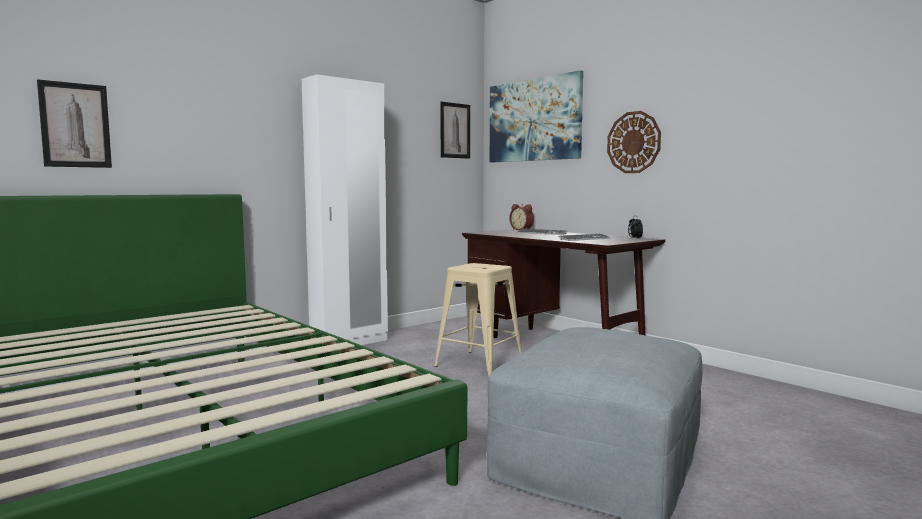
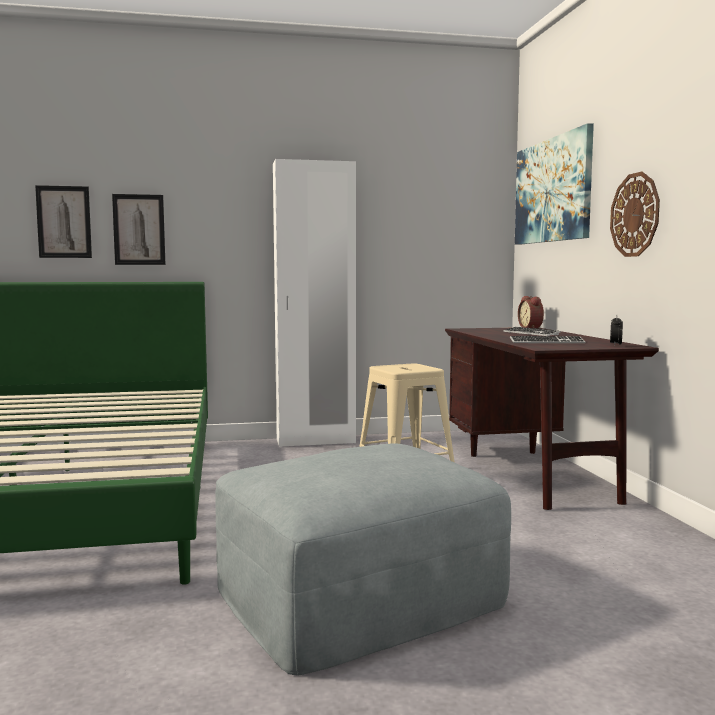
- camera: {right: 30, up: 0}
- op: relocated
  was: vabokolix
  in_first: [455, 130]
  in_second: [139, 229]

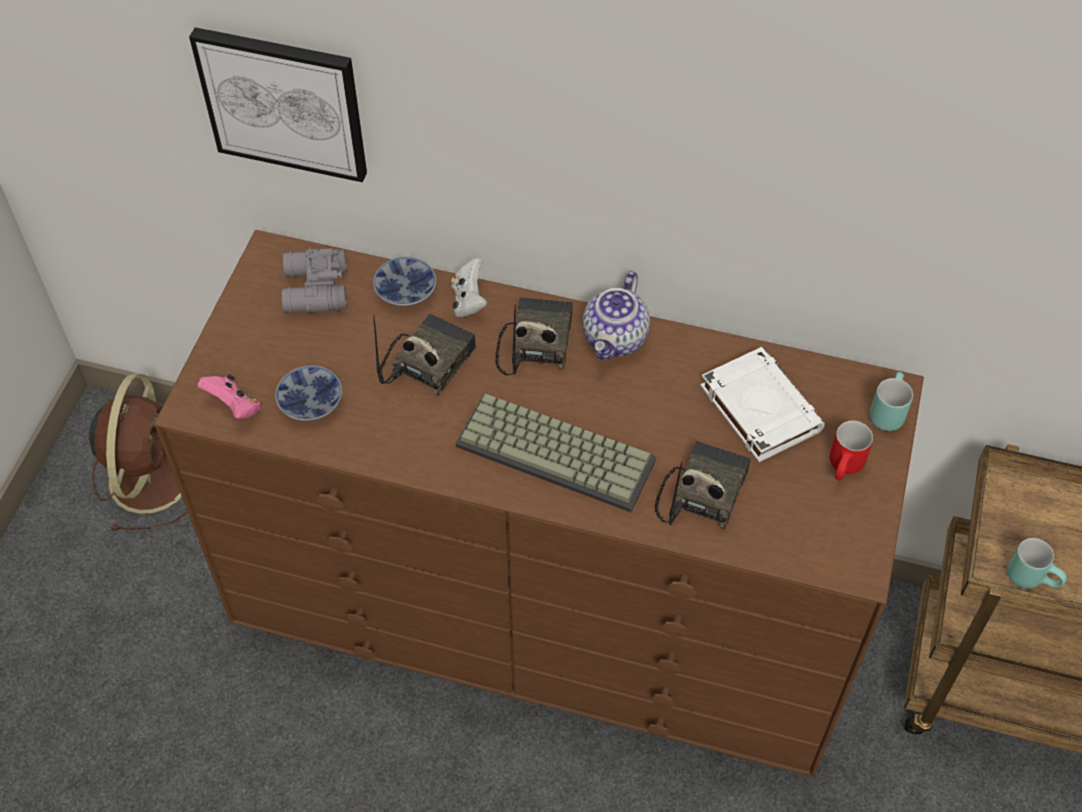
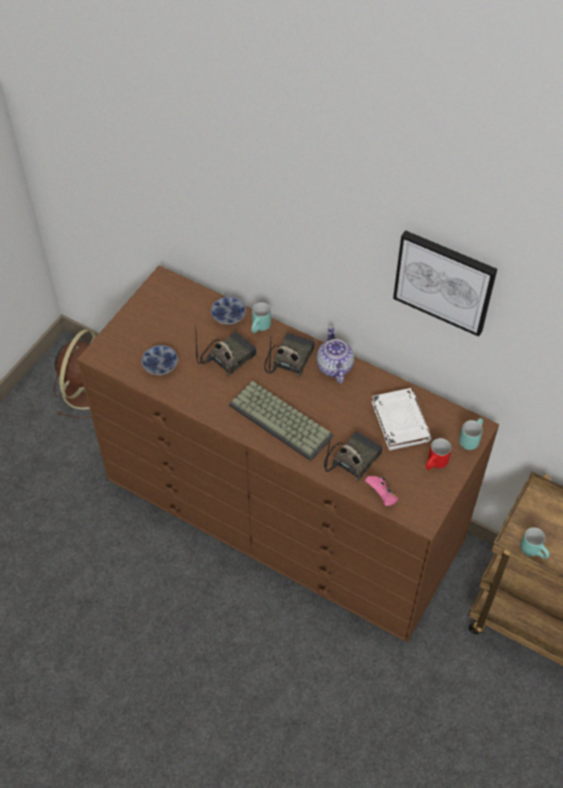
- camera: {right: 15, up: 0}
- op: exchanged
  was: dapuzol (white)
  now: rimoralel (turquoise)
  in_first: [469, 300]
  in_second: [260, 328]
- op: spun
  was: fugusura
  in_first: [615, 339]
  in_second: [334, 366]
  clockwise: 135
- op: relocated
  was: dapuzol (pink)
  in_first: [234, 407]
  in_second: [382, 496]
- op: relocated
  was: vabokolix
  in_first: [284, 102]
  in_second: [444, 281]
- op: missing
  was: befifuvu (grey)
  in_first: [314, 290]

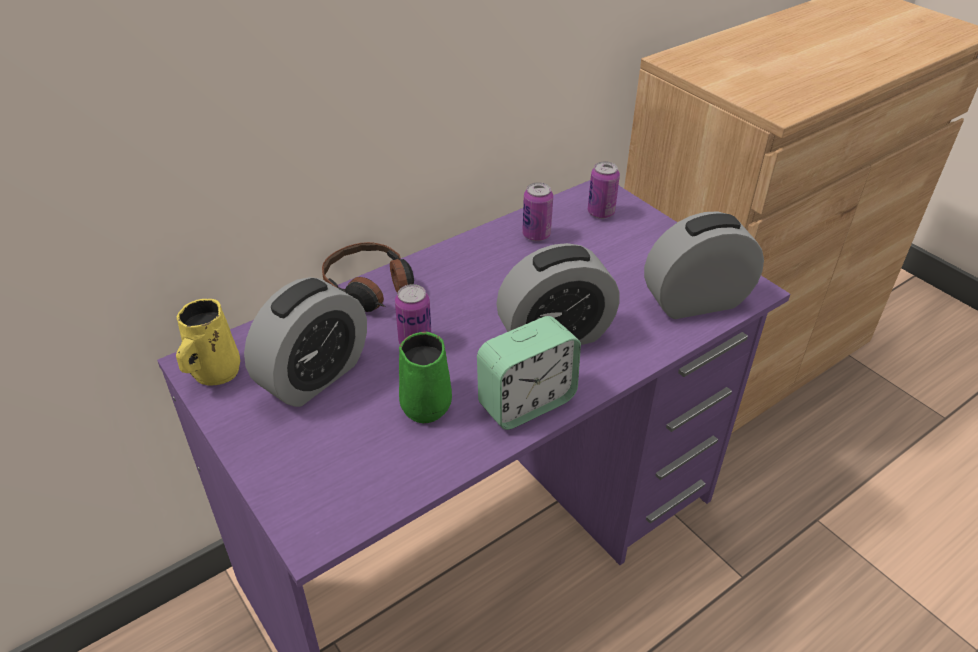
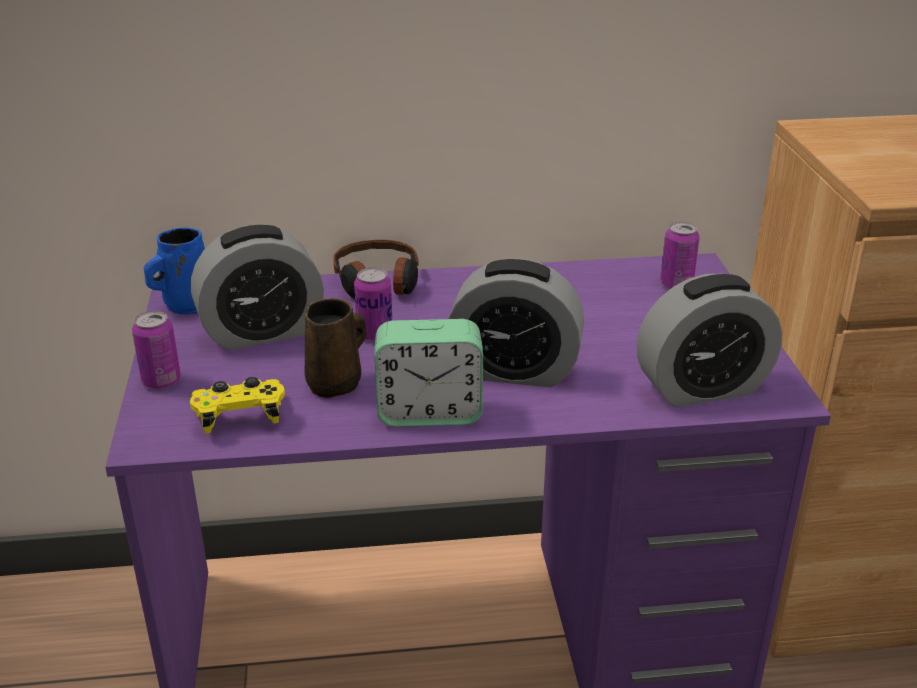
- camera: {right: 30, up: -10}
- op: relocated
  was: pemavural
  in_first: [536, 235]
  in_second: [161, 381]
- op: colour
  was: rimoralel (yellow)
  now: rimoralel (blue)
  in_first: [214, 373]
  in_second: [186, 305]
- op: appeared
  now: dapuzol (yellow)
  in_second: [240, 417]
- op: colour
  was: rimoralel (green)
  now: rimoralel (brown)
  in_first: [427, 404]
  in_second: [336, 383]
- op: spun
  was: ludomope
  in_first: [695, 302]
  in_second: [702, 388]
  clockwise: 150

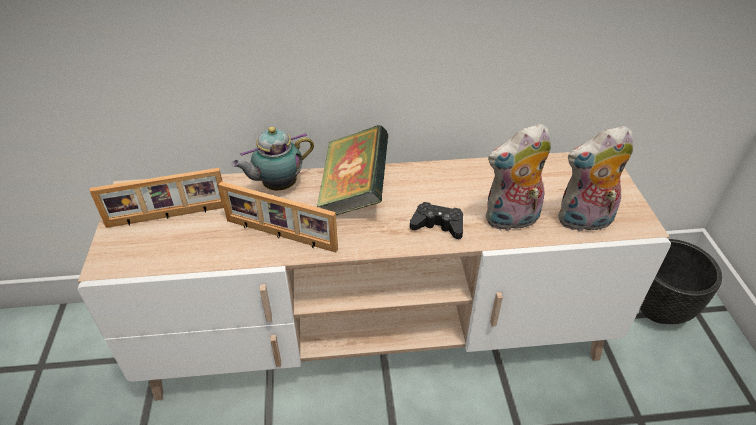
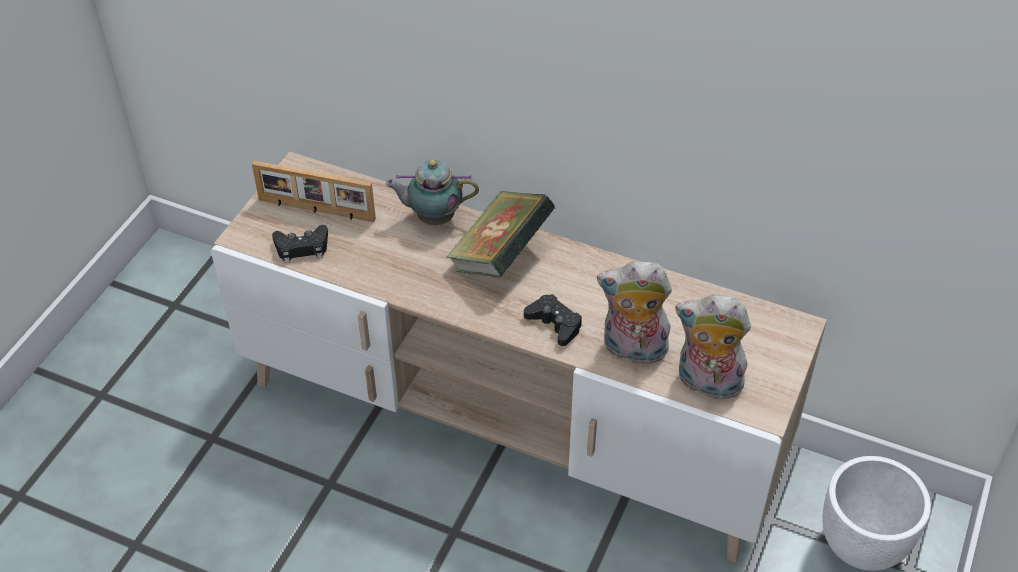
- camera: {right: 30, up: 5}
- op: appeared
  now: dapuzol (black)
  in_second: [302, 248]
- op: colour
  was: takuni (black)
  now: takuni (white)
  in_first: [658, 308]
  in_second: [862, 545]
- op: missing
  was: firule
  in_first: [280, 236]

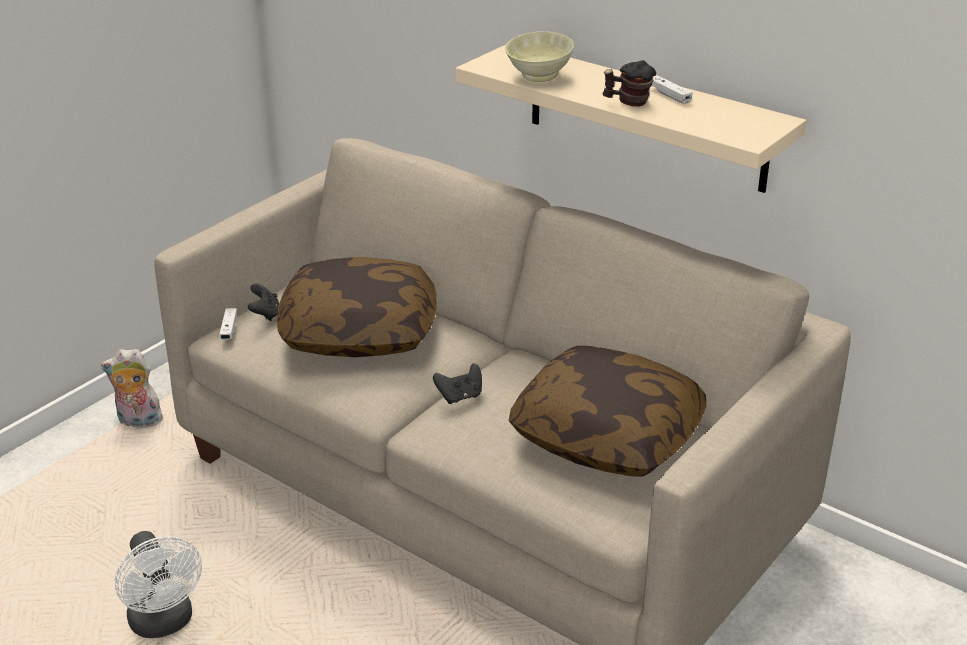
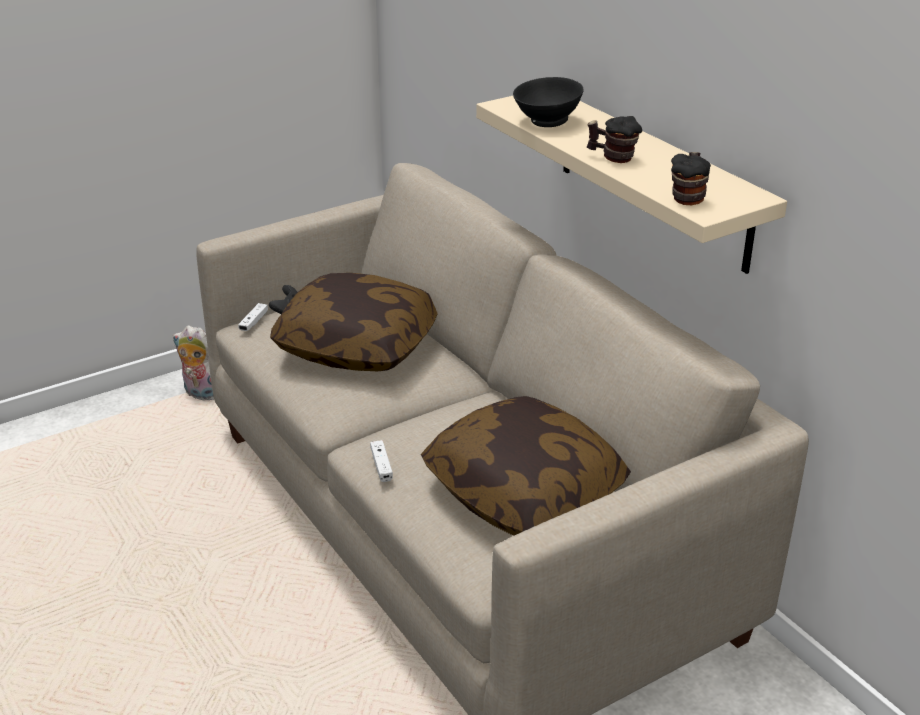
- camera: {right: 20, up: 0}
- op: relocated
  was: dapuzol (white)
  in_first: [669, 95]
  in_second: [381, 466]
- op: colour
  was: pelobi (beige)
  now: pelobi (black)
  in_first: [537, 76]
  in_second: [546, 121]
- op: appeared
  now: rimoralel
  in_second: [688, 197]
- op: missing
  was: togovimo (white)
  in_first: [164, 624]
- op: missing
  was: dapuzol (black)
  in_first: [460, 397]

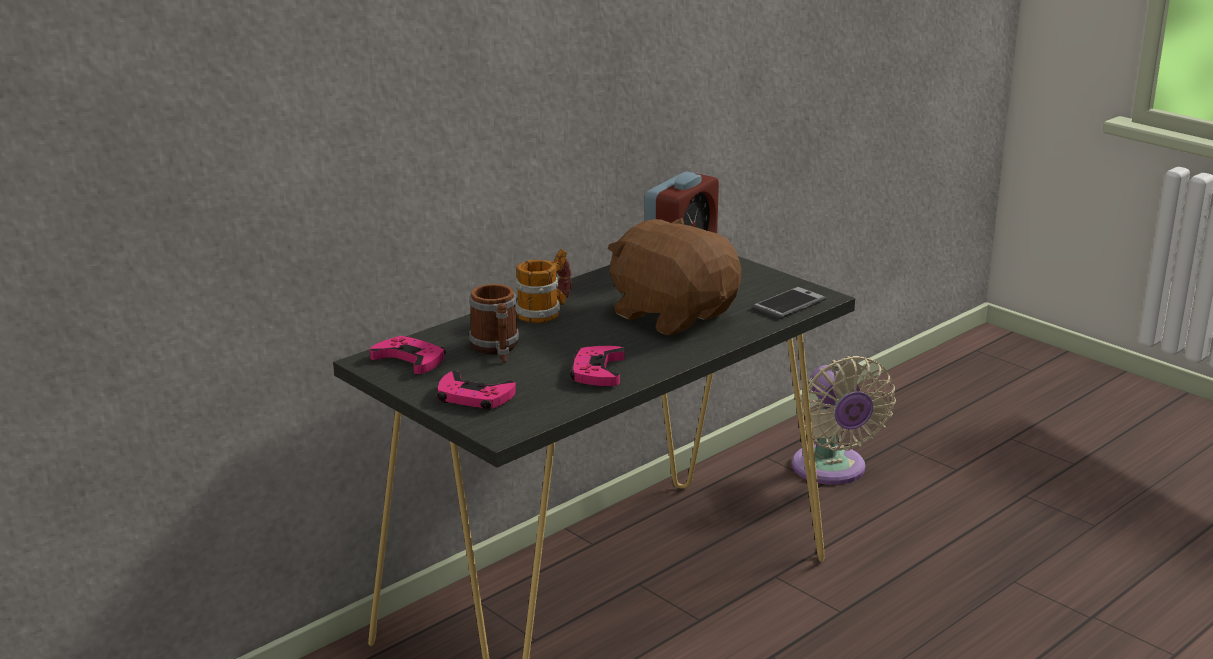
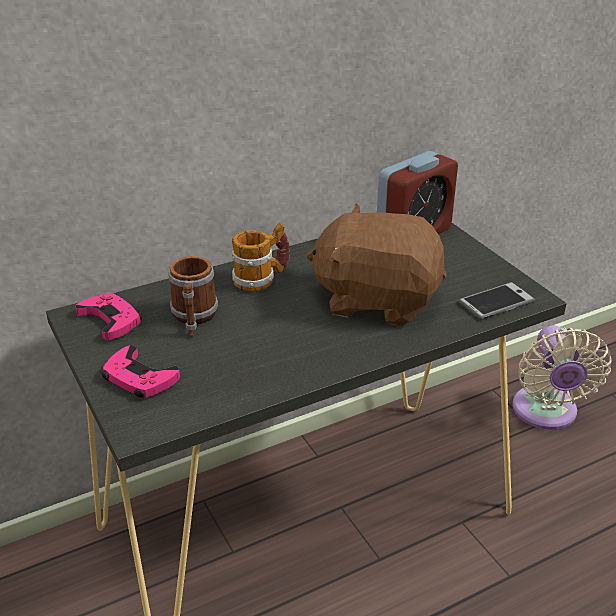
- camera: {right: 15, up: 10}
- op: spun
  was: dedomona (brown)
  in_first: [672, 315]
  in_second: [377, 299]
  clockwise: -45
- op: missing
  was: dapuzol (pink)
  in_first: [597, 372]

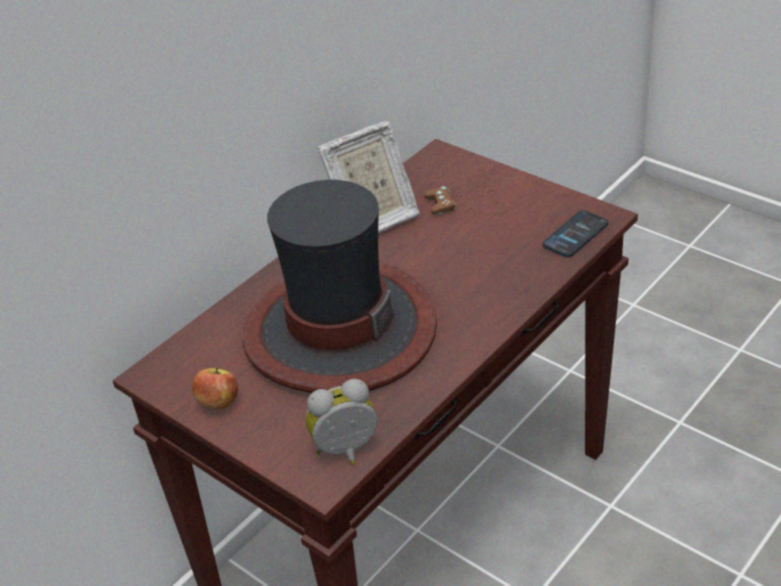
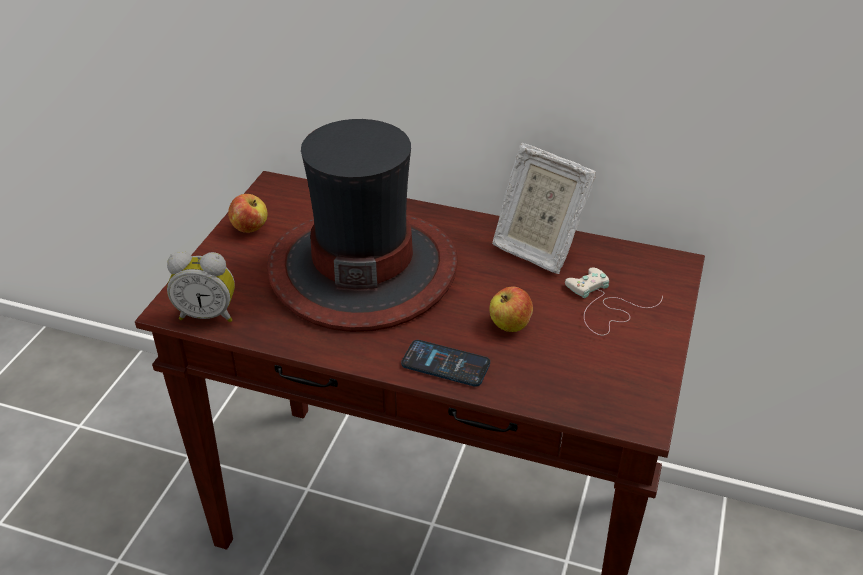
- camera: {right: 65, up: 0}
- op: spun
  was: ludomope
  in_first: [347, 452]
  in_second: [208, 314]
  clockwise: 135
- op: relocated
  was: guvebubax
  in_first: [575, 235]
  in_second: [445, 364]
- op: appeared
  now: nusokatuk
  in_second: [510, 325]
- op: colour
  was: dapuzol (brown)
  now: dapuzol (white)
  in_first: [470, 202]
  in_second: [604, 306]

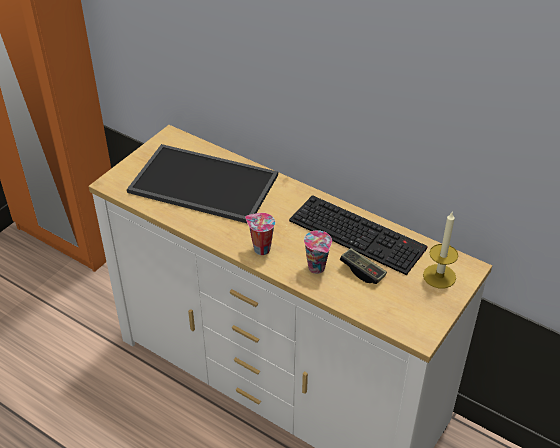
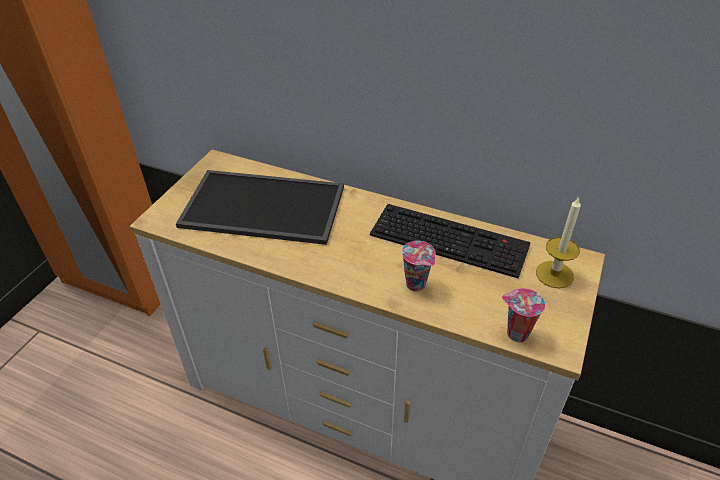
- camera: {right: -10, up: 0}
- op: relocated
  was: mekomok
  in_first: [260, 249]
  in_second: [515, 334]
- op: missing
  was: dapuzol
  in_first: [362, 271]

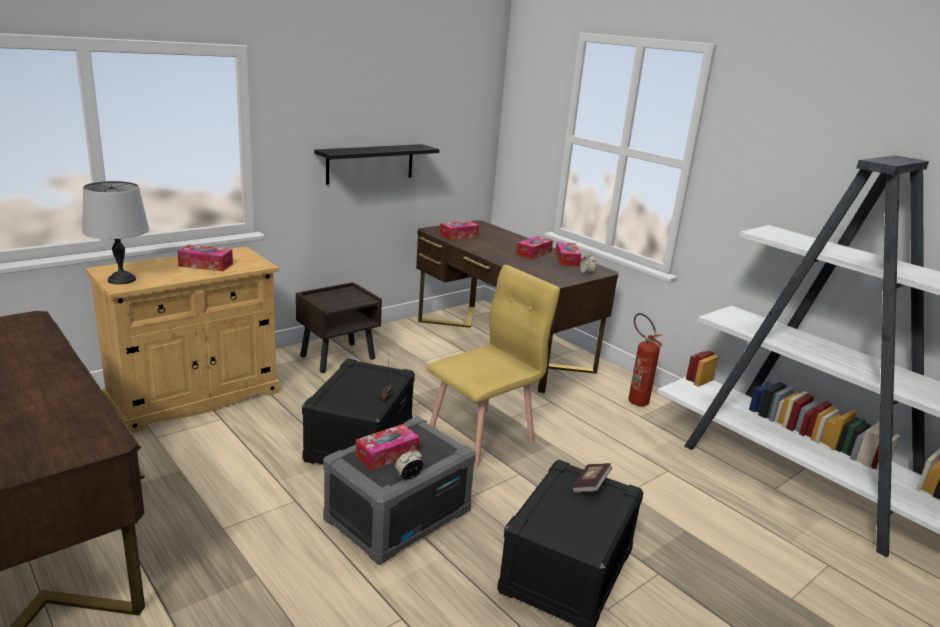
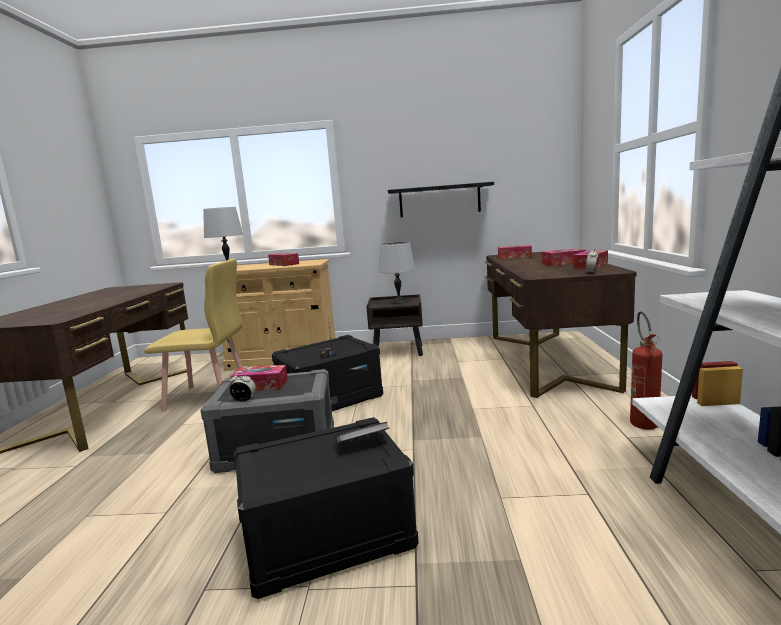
- camera: {right: 45, up: -10}
- op: relocated
  was: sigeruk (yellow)
  in_first: [482, 436]
  in_second: [208, 397]
- op: appeared
  now: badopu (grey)
  in_second: [399, 302]

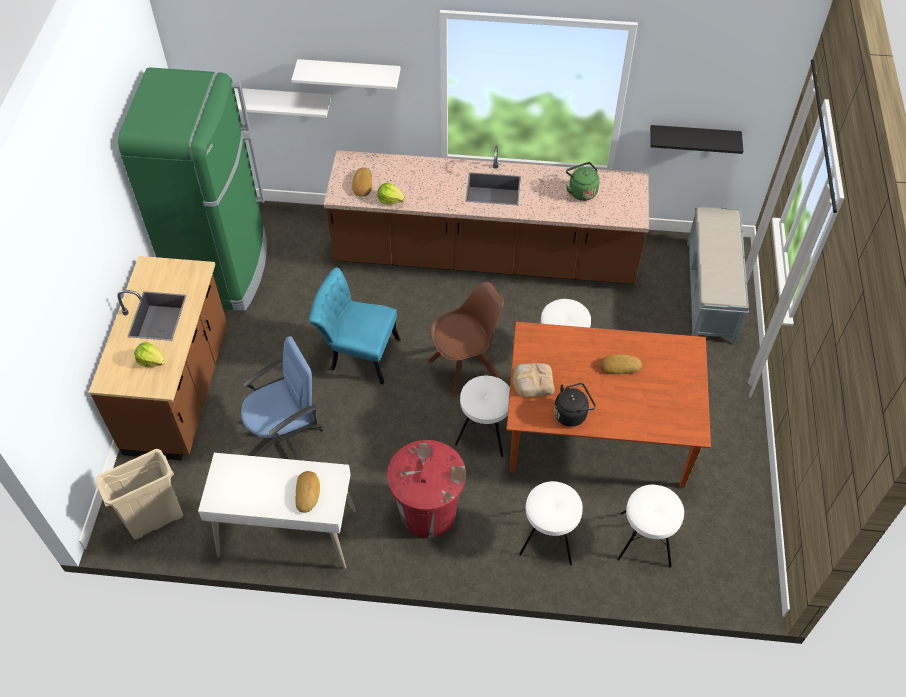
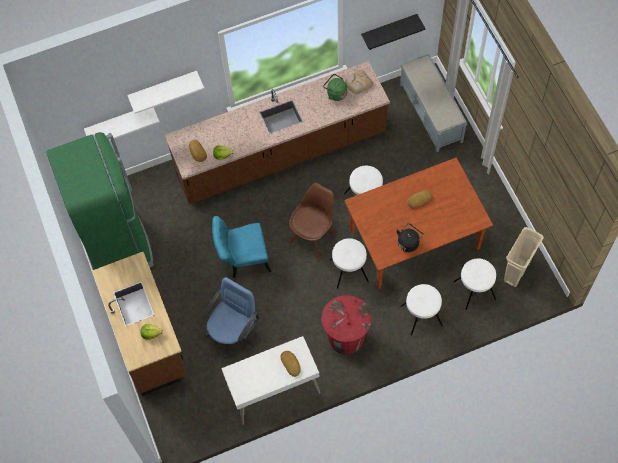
- camera: {right: -25, up: 10}
- op: relocated
  was: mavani
  in_first: [532, 381]
  in_second: [358, 83]
- op: relocated
  was: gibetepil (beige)
  in_first: [156, 520]
  in_second: [516, 271]

